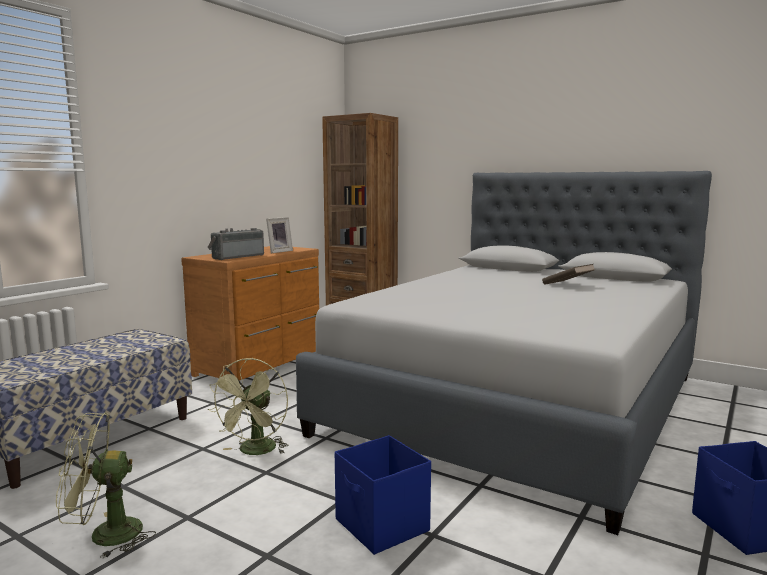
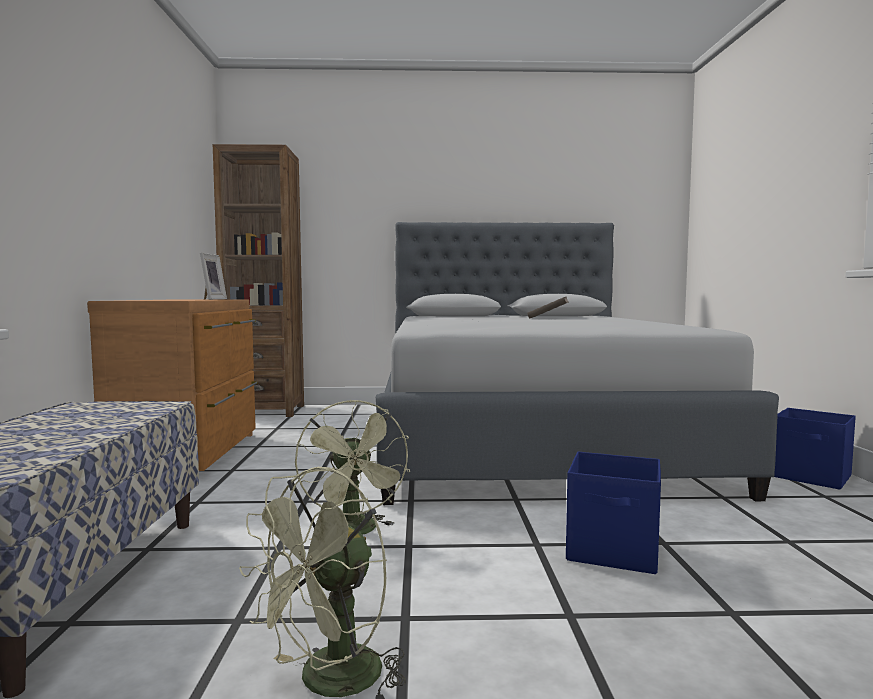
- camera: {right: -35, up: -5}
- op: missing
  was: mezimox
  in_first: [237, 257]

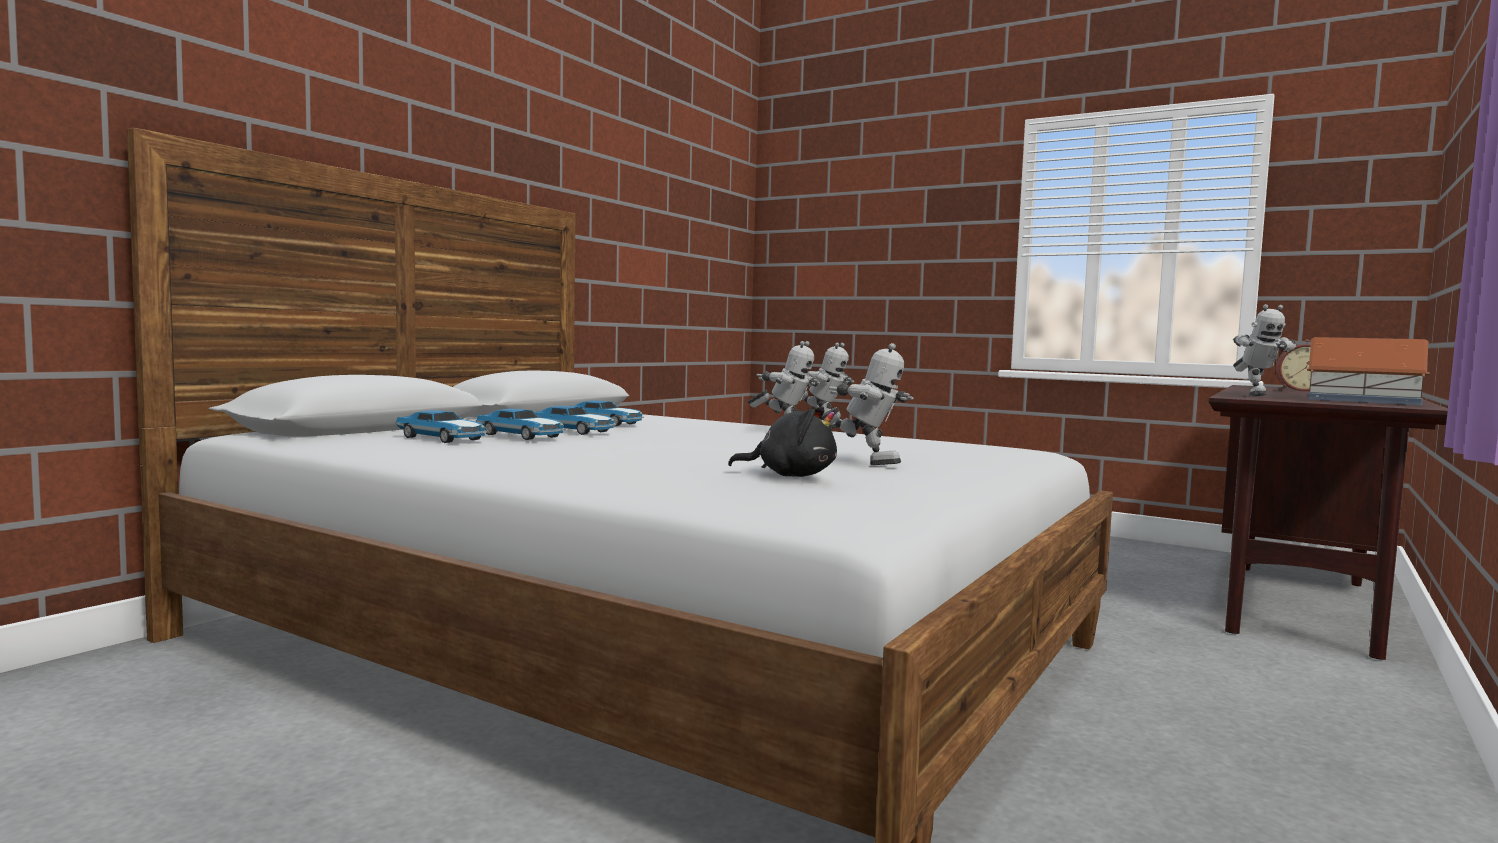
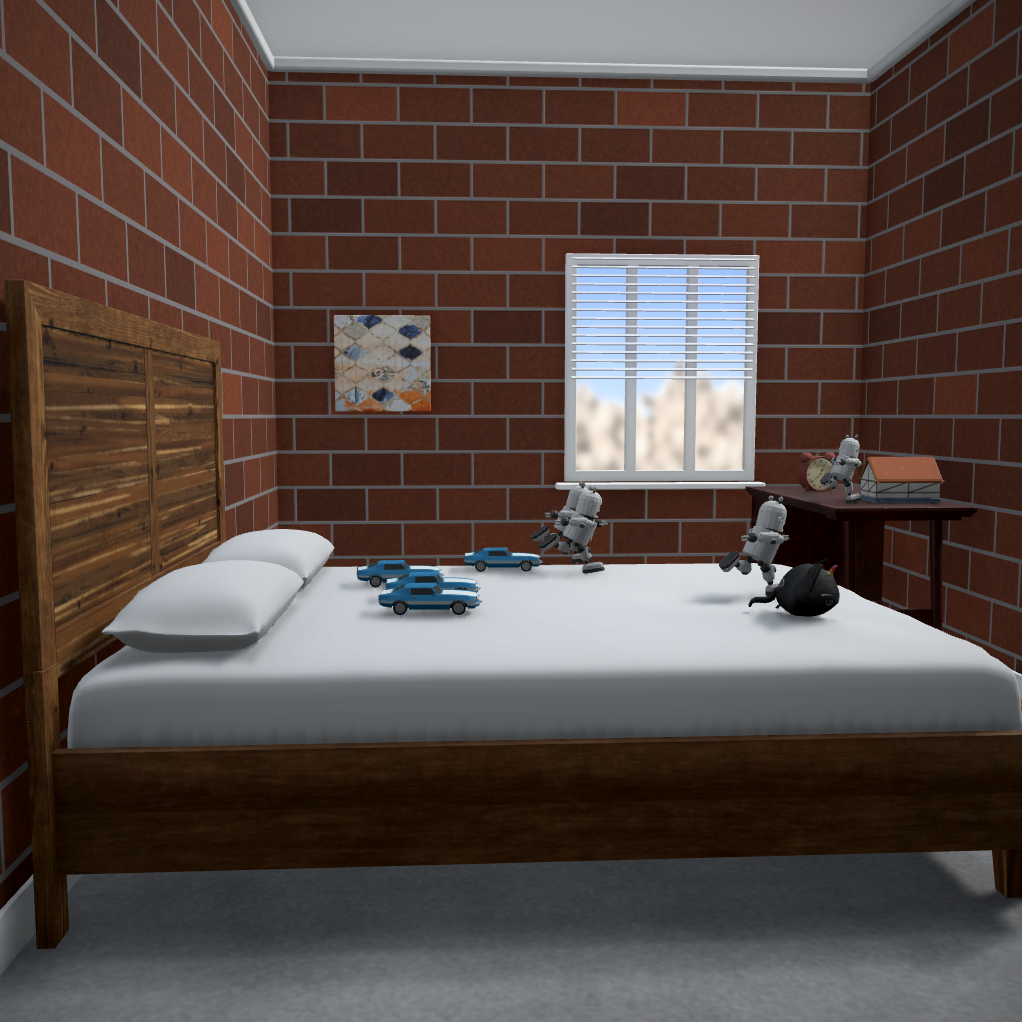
- camera: {right: -35, up: 0}
- op: appeared
  now: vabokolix
  in_second: [383, 363]
- op: relocated
  was: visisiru
  in_first: [442, 439]
  in_second: [503, 569]
- op: spun
  was: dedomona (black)
  in_first: [790, 475]
  in_second: [800, 615]
  clockwise: 45
- op: spun
  was: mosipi
  in_first: [1255, 396]
  in_second: [840, 502]
  clockwise: -90

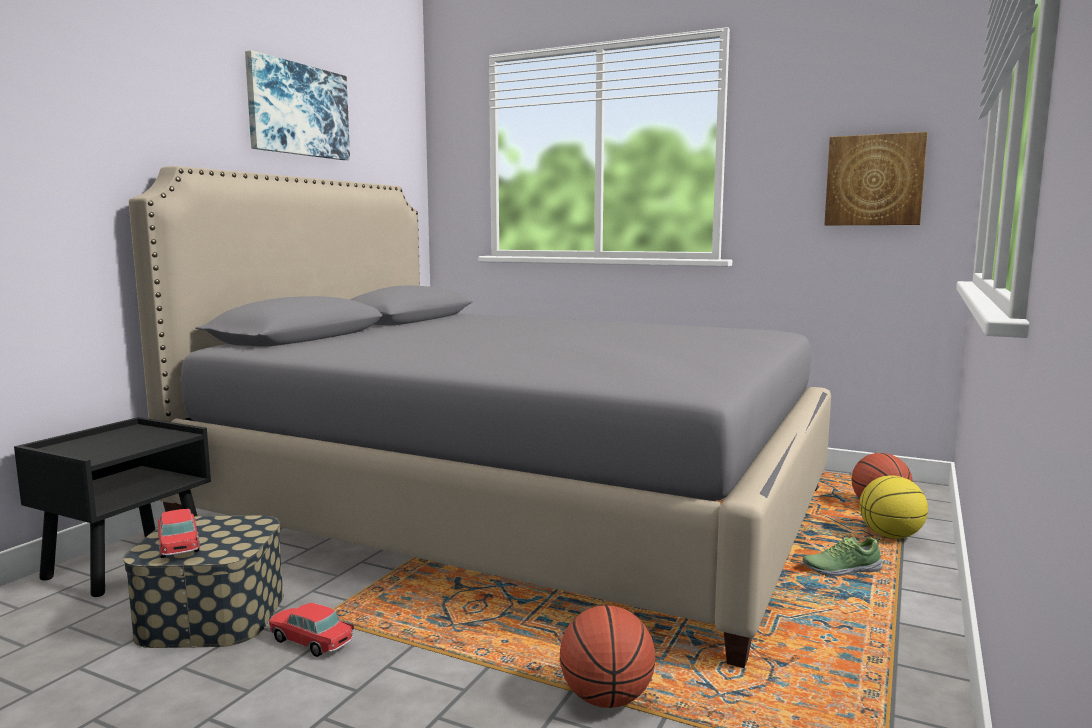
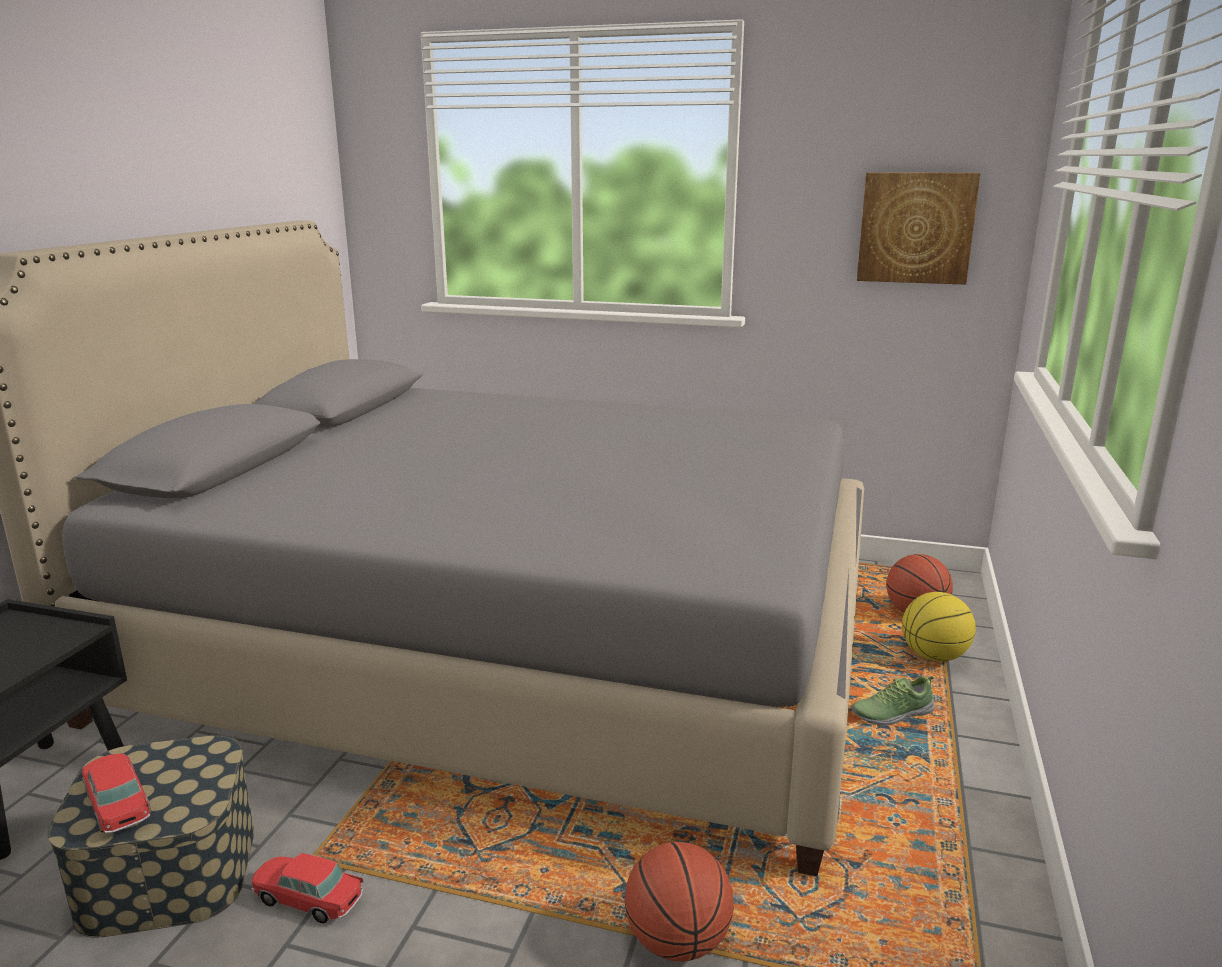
- camera: {right: -10, up: 10}
- op: missing
  was: vabokolix
  in_first: [298, 110]

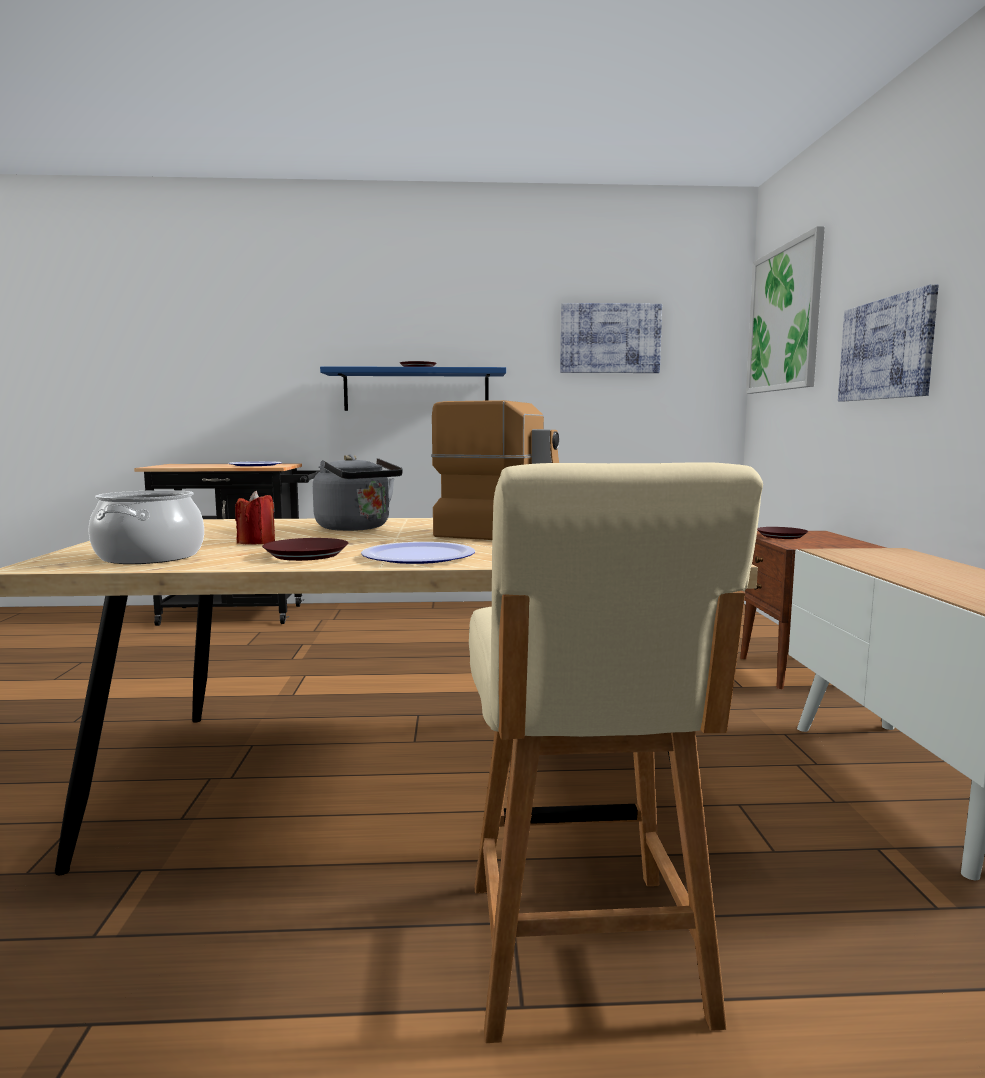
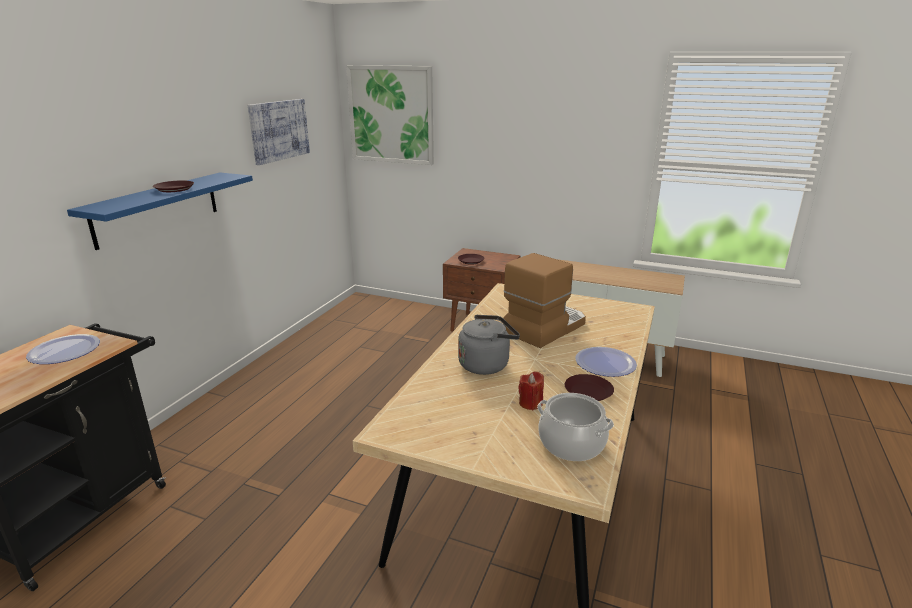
- camera: {right: -65, up: 15}
- op: missing
  was: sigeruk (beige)
  in_first: [584, 954]
- op: missing
  was: vabokolix
  in_first: [886, 349]

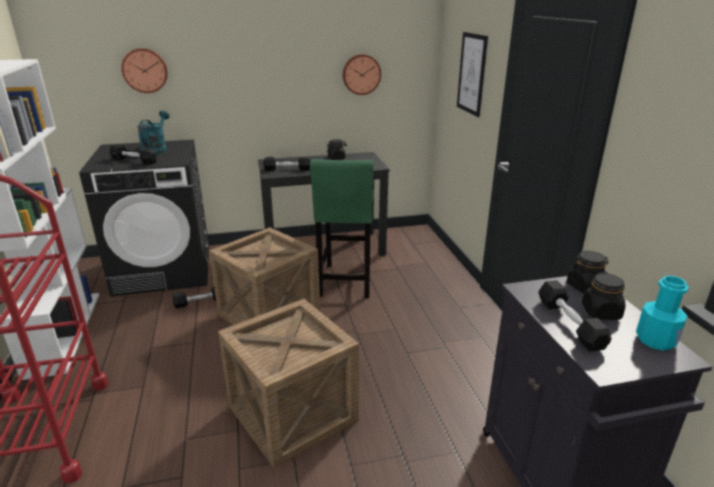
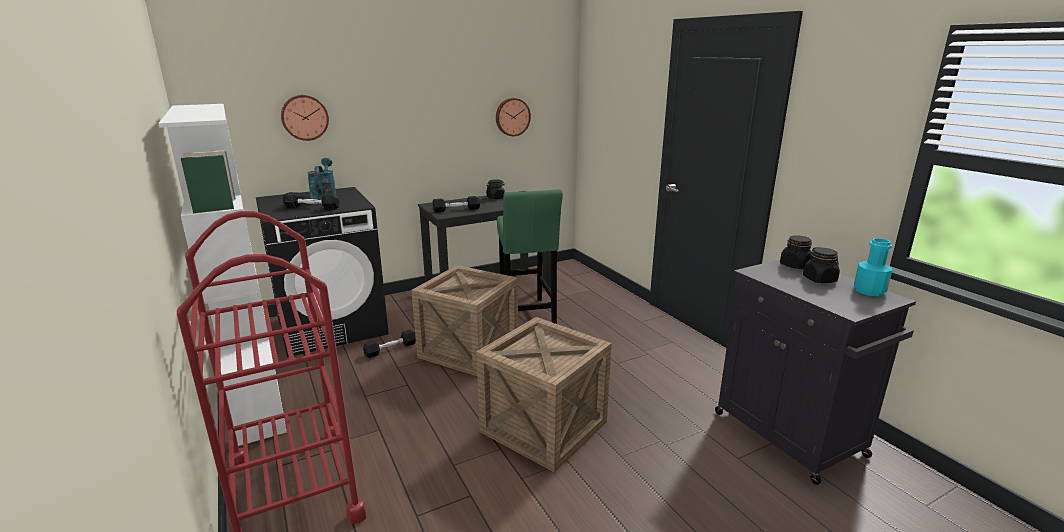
- camera: {right: -15, up: -5}
- op: missing
  was: vabokolix
  in_first: [472, 73]
- op: missing
  was: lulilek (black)
  in_first: [570, 324]

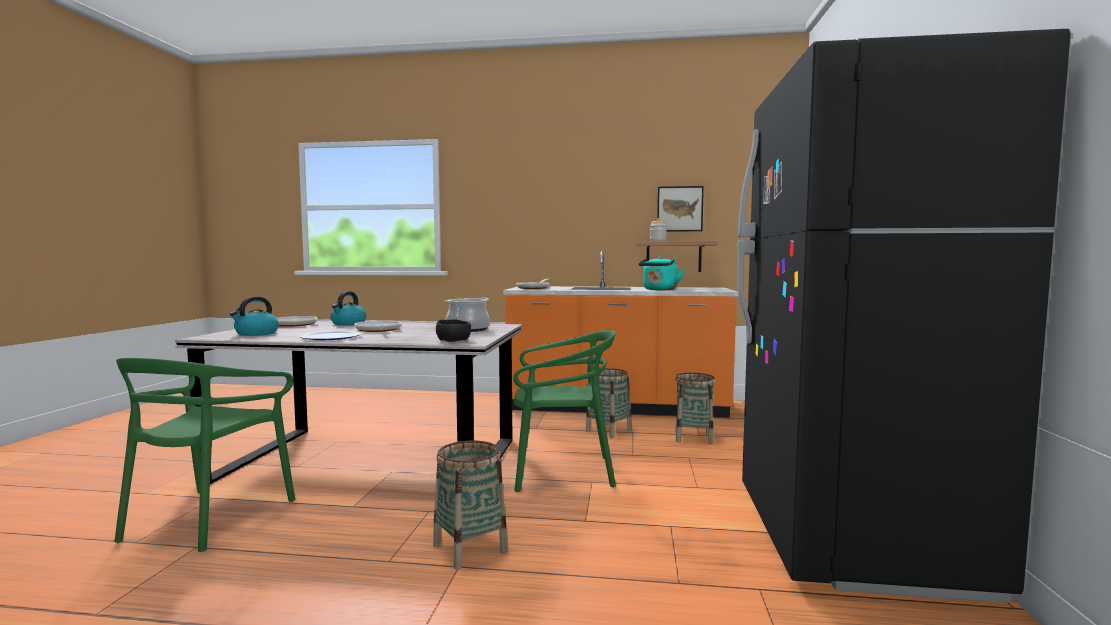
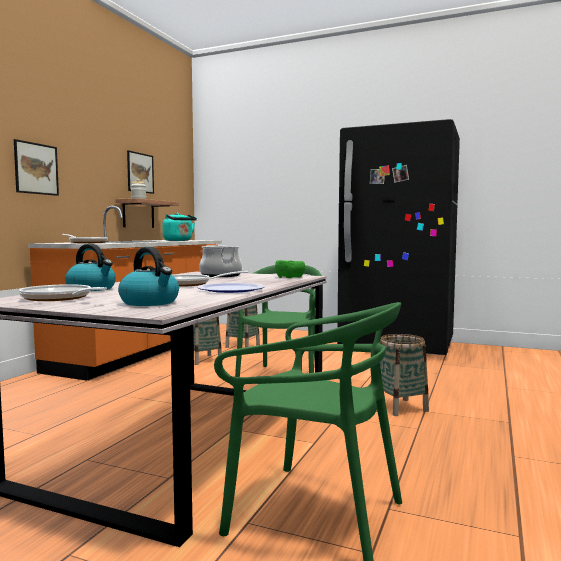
- camera: {right: -75, up: 0}
- op: appeared
  now: vabokolix
  in_second: [36, 168]
- op: colour
  was: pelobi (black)
  now: pelobi (green)
  in_first: [454, 340]
  in_second: [290, 277]

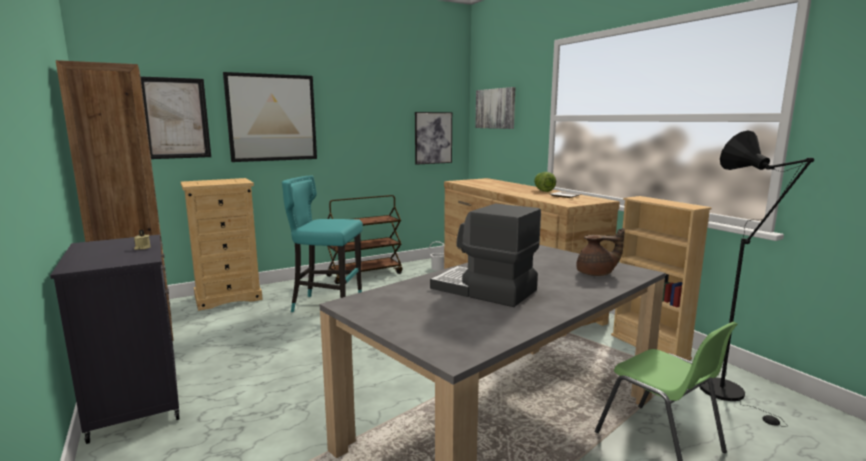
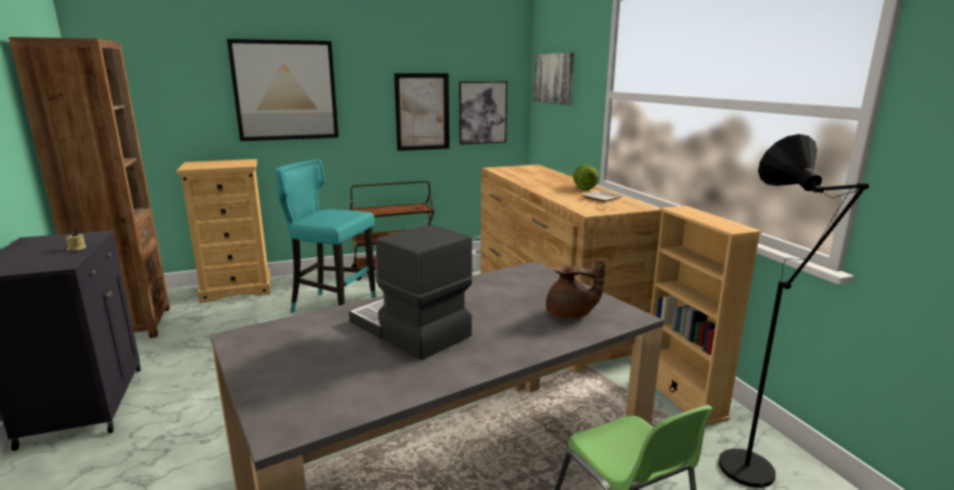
- camera: {right: 10, up: 5}
- op: relocated
  was: vabokolix
  in_first: [176, 118]
  in_second: [422, 112]

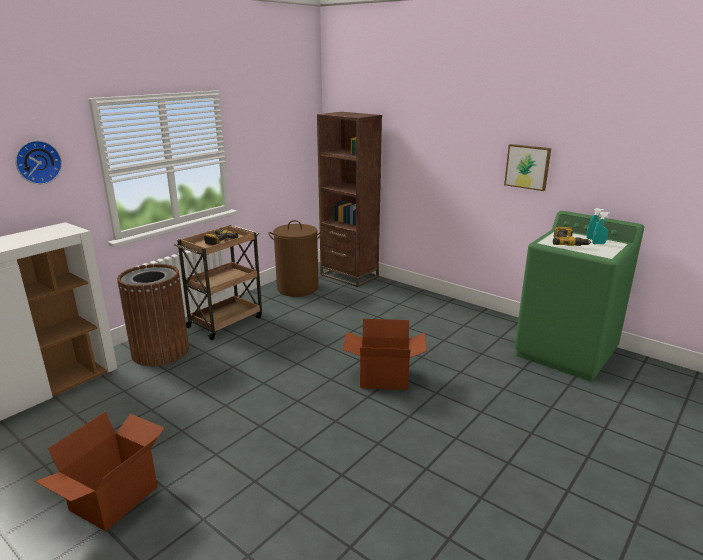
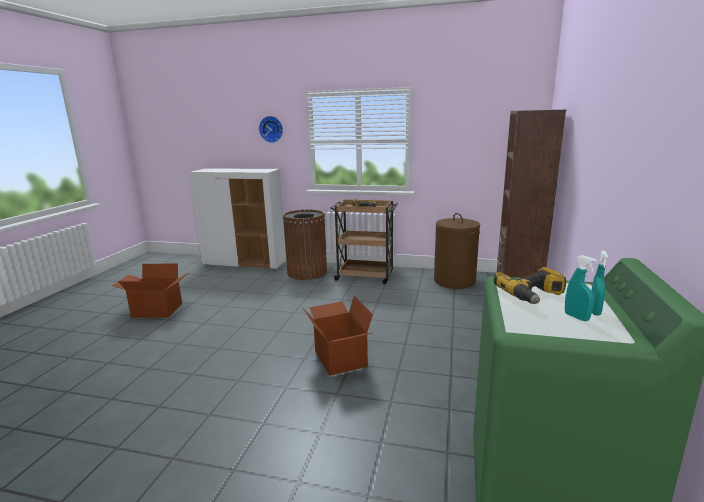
- camera: {right: 65, up: -5}
- op: missing
  was: vabokolix
  in_first: [528, 167]

